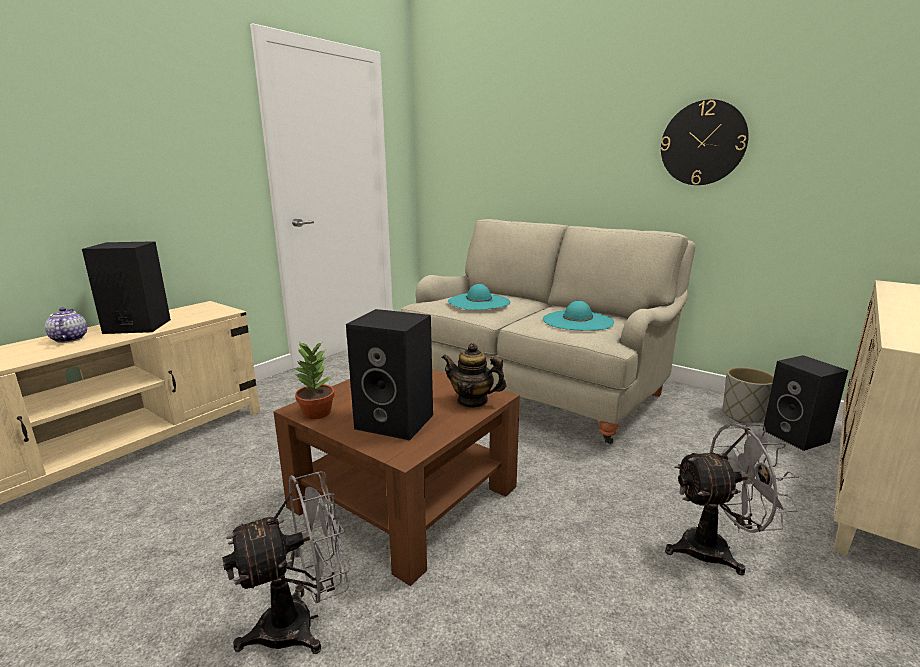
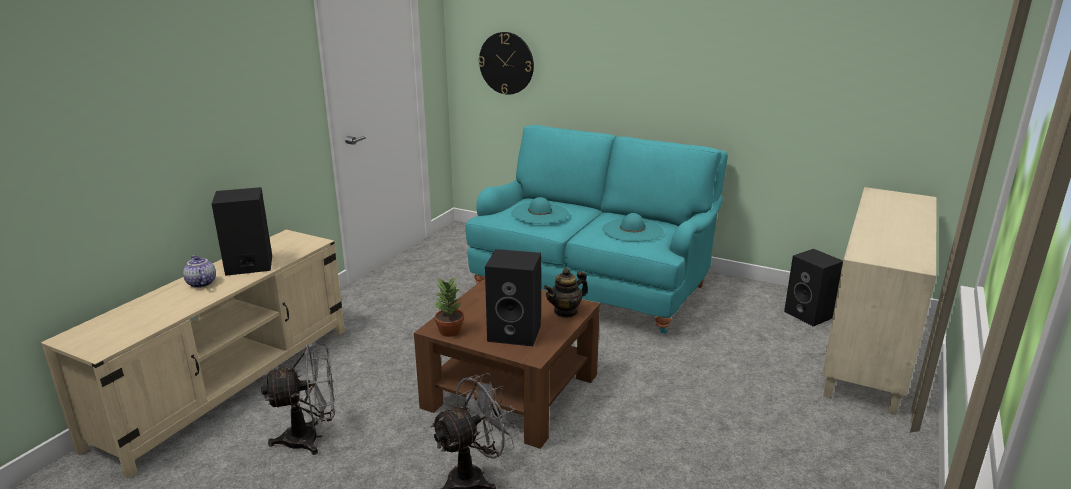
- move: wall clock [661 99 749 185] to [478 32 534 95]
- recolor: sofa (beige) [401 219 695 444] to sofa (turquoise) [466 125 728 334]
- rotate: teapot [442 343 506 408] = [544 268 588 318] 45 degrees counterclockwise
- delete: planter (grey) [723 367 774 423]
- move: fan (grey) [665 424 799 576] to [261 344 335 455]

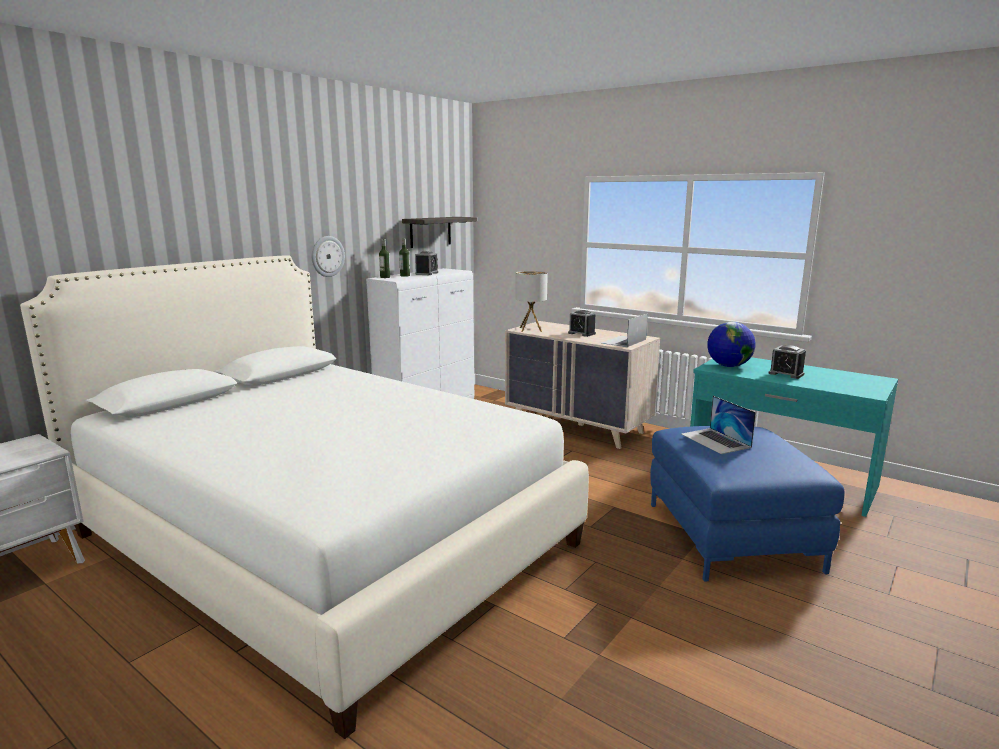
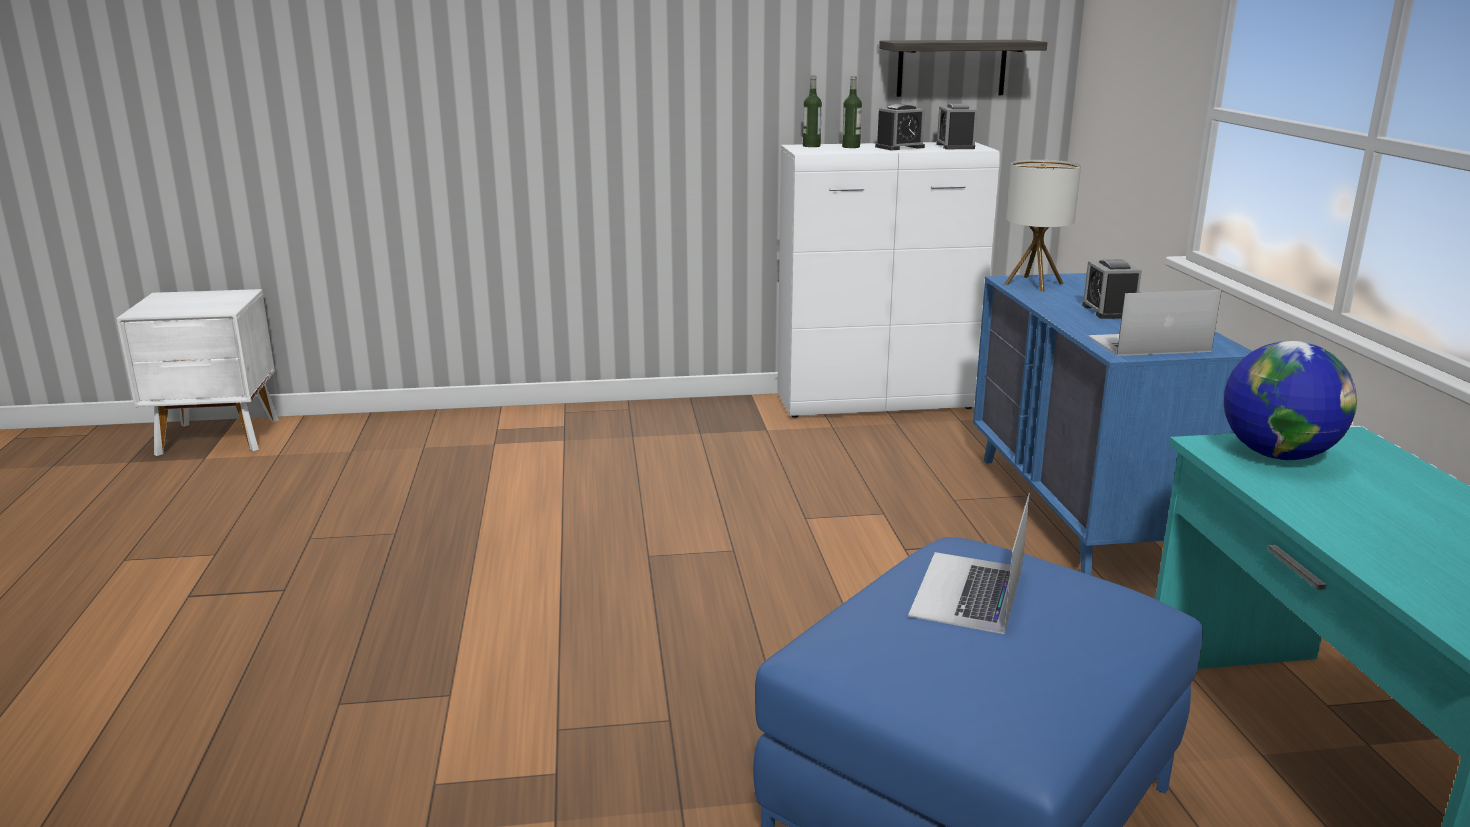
- delete: wall clock [312 236 345 277]
- delete: bed (white) [20 255 589 739]
- recolor: dresser (beige) [505 321 660 449] to dresser (blue) [973 273 1252 576]
- move: alarm clock [769 345 806 379] to [936 104 977 149]

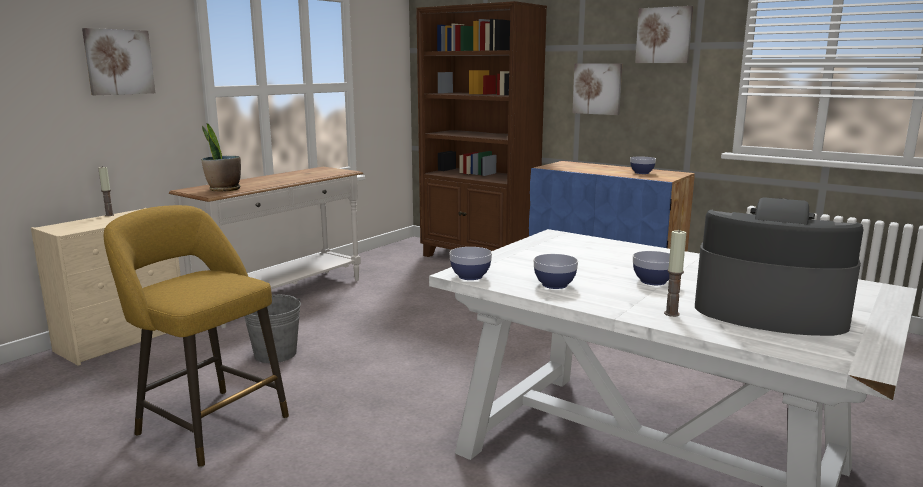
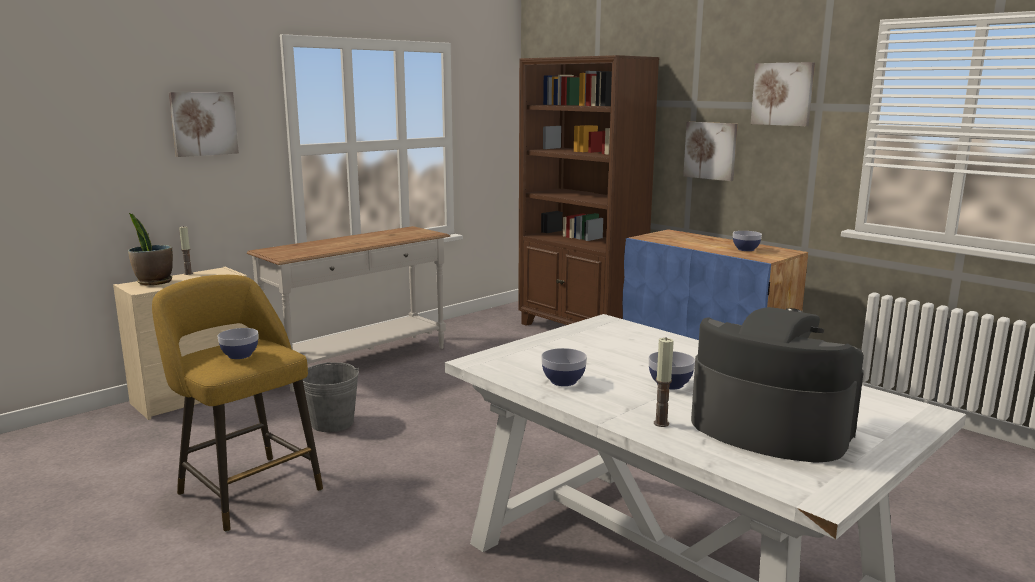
- move: potted plant [201 123 241 192] to [128 213 173 285]
- move: bowl [449 247 492 280] to [217 328 258 359]

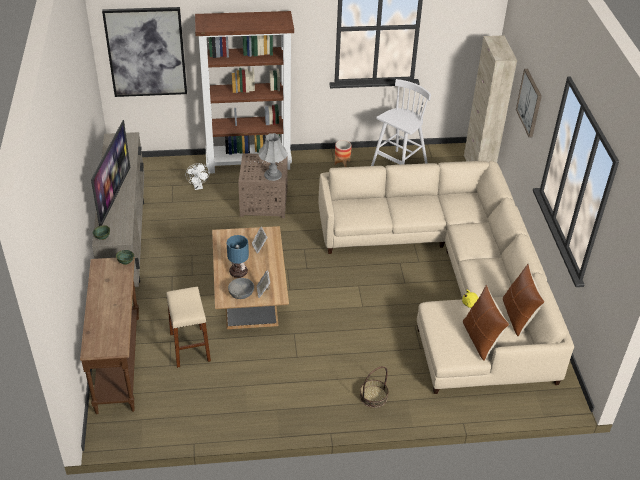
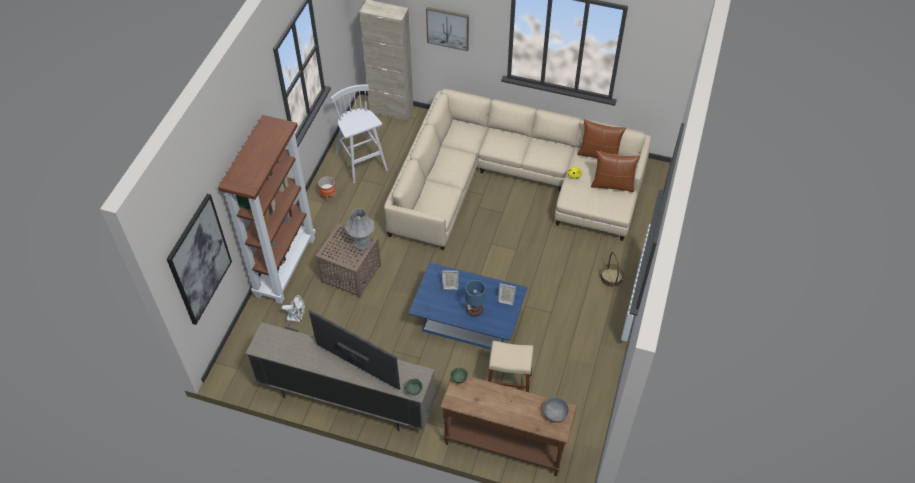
- recolor: coffee table (brown) [212 226 289 329] to coffee table (blue) [409 262 528 350]
- move: bowl (grey) [228 278 254 299] to [543 397 569 423]

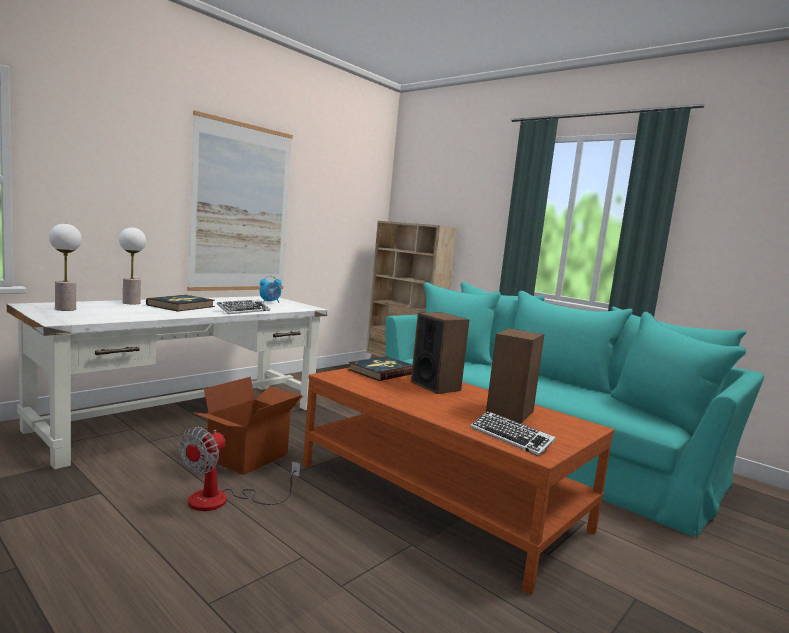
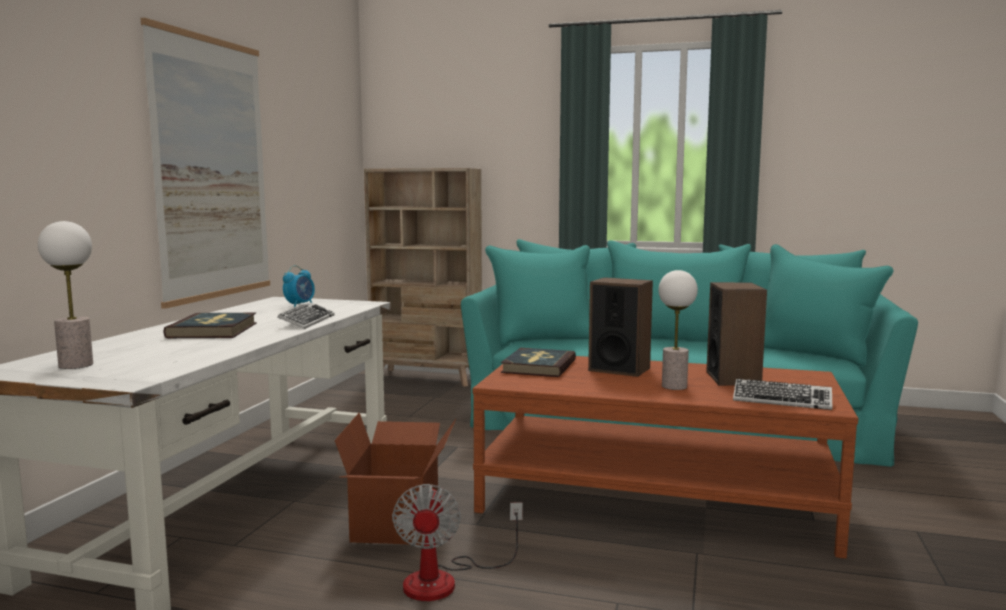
- move: table lamp [119 227 146 304] to [658 270 698 390]

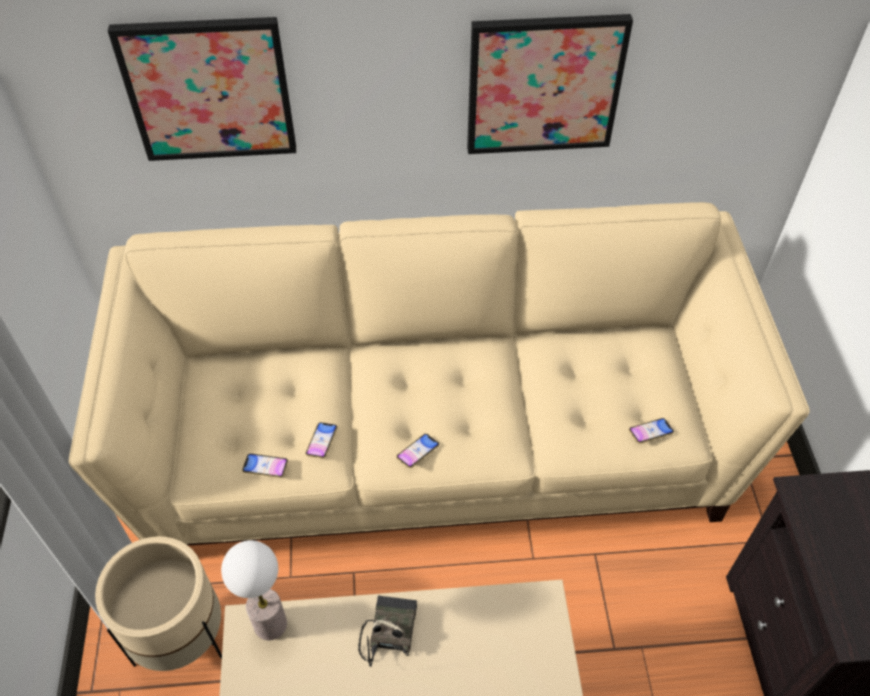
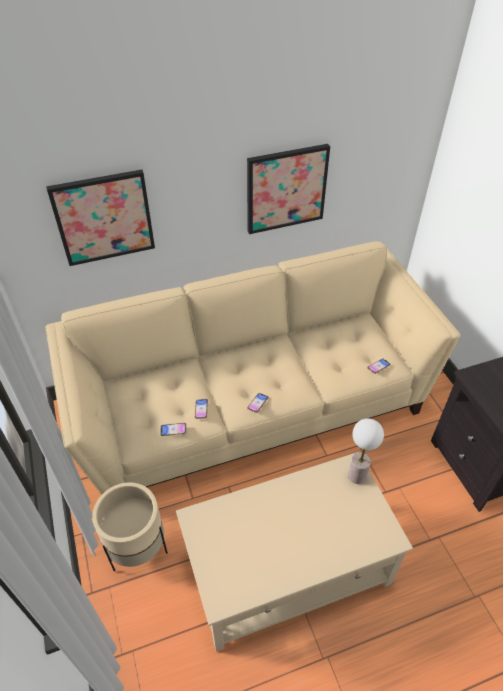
- move: table lamp [221 540 287 640] to [348 418 384 484]
- delete: radio [358 595 417 667]

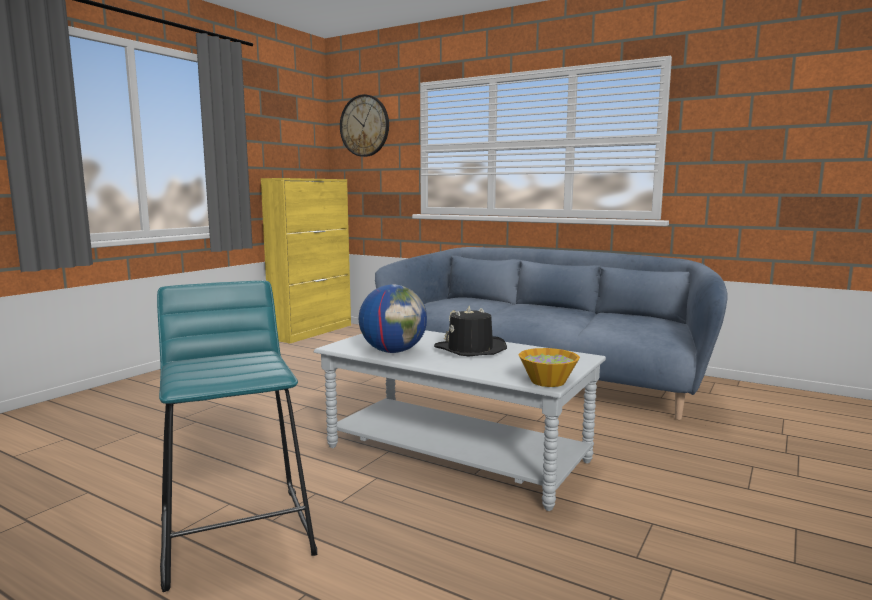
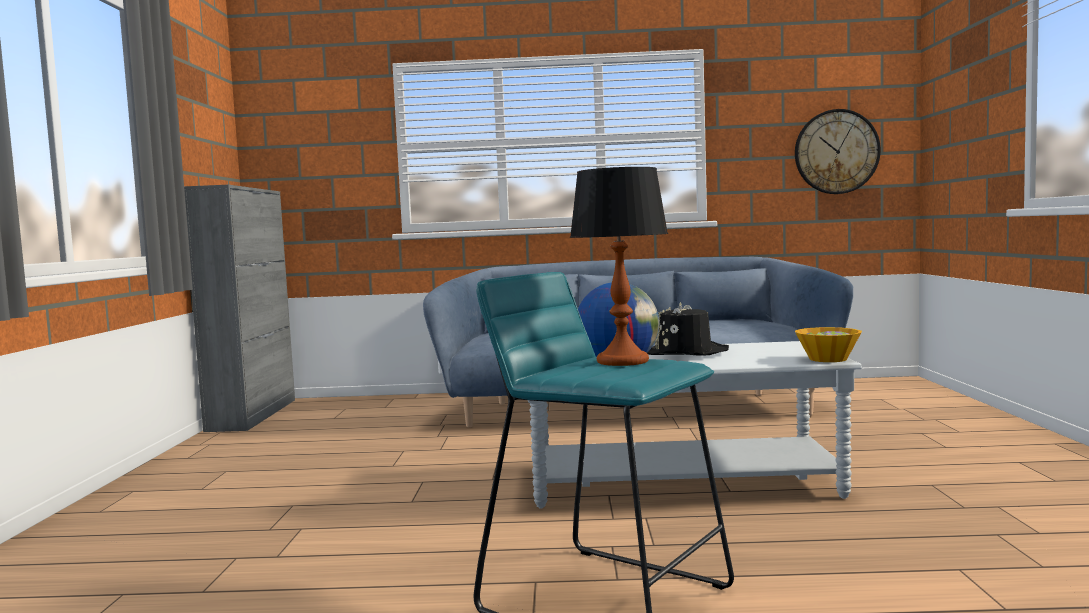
- move: wall clock [340 94 389 157] to [795 109 881 194]
- recolor: cabinet (yellow) [261 178 351 343] to cabinet (grey) [184 185 295 432]
- insert: table lamp [570 167 668 366]

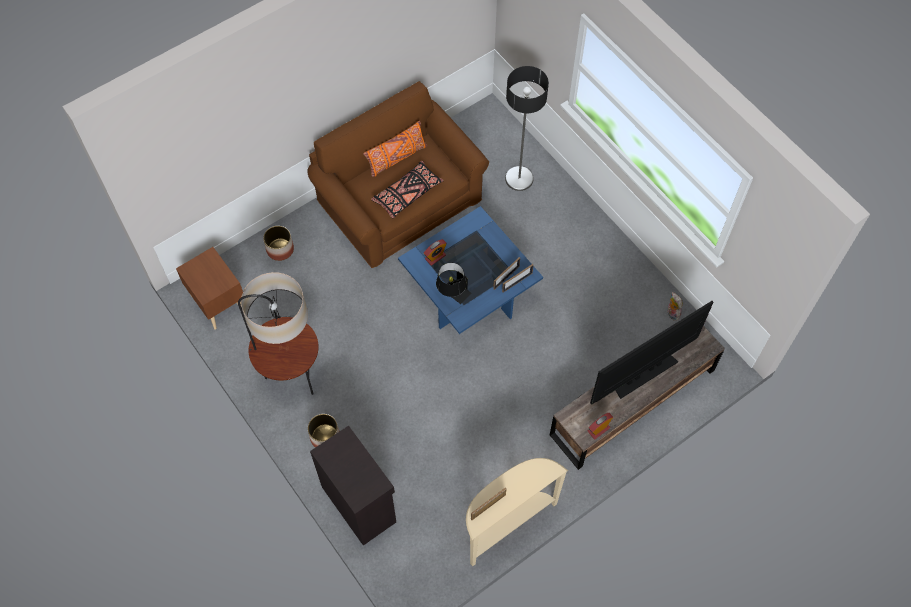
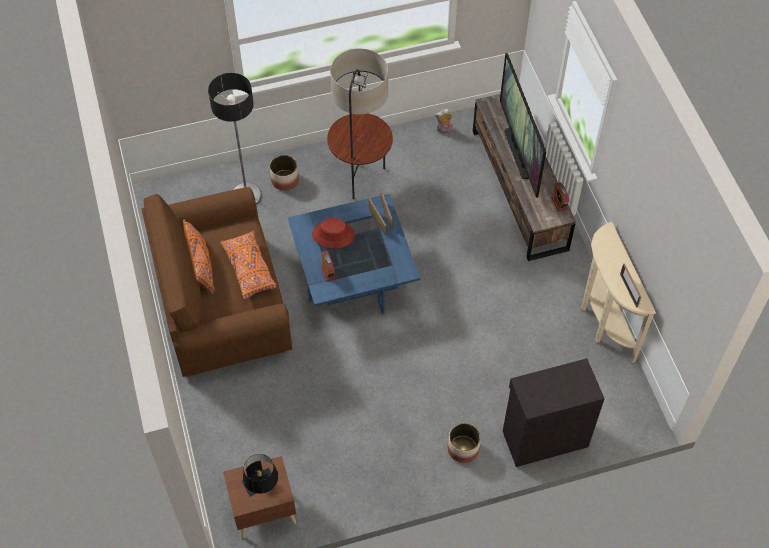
- recolor: pillow (black) [371 161 444 218] to pillow (orange) [220 231 277 299]
- move: planter [263 226 294 261] to [270 155 299 191]
- move: table lamp (black) [436 263 472 304] to [242 454 278 497]
- move: floor lamp [238 272 319 395] to [327 48 393 199]
- insert: hat (red) [312 218 355 249]

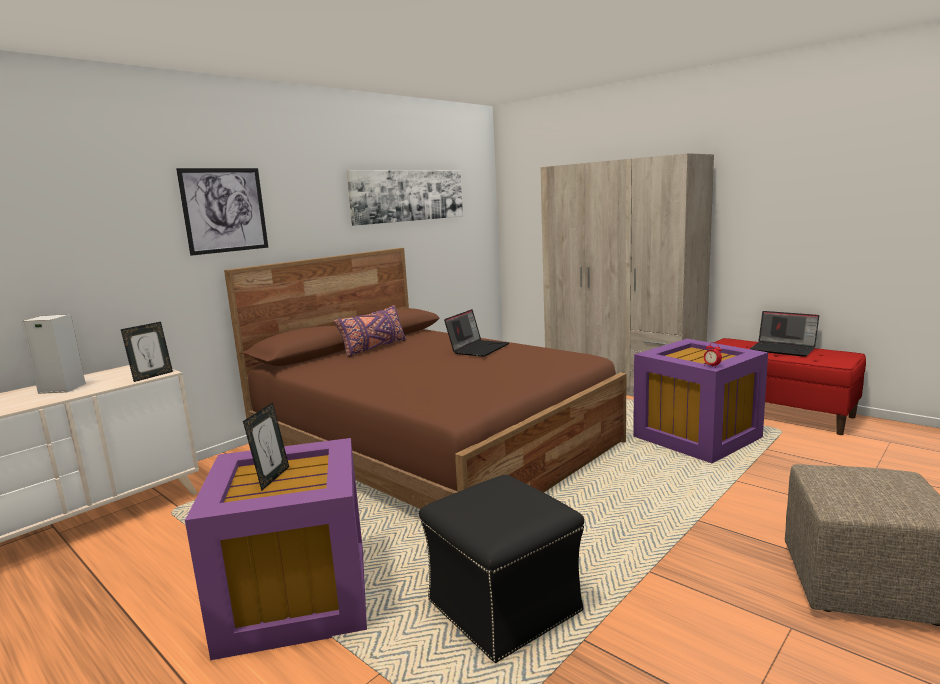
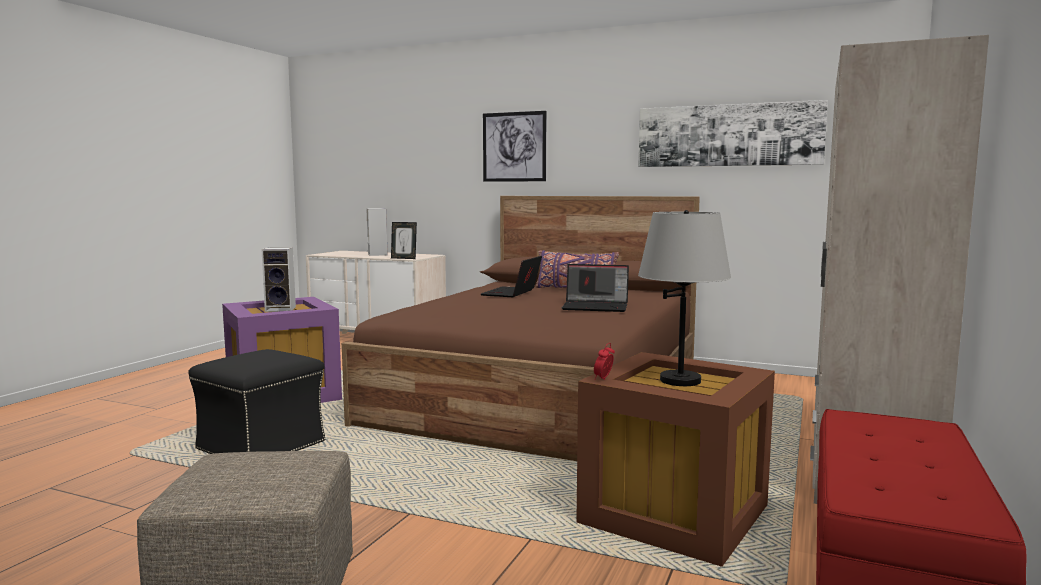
- move: laptop [750 311 819 357] to [481 256 542 297]
- recolor: storage box (purple) [633 339 768 463] to storage box (brown) [576 352 775 567]
- replace: picture frame [243 402 289 491] to speaker [262 247 296 312]
- insert: table lamp (grey) [638 210 731 386]

